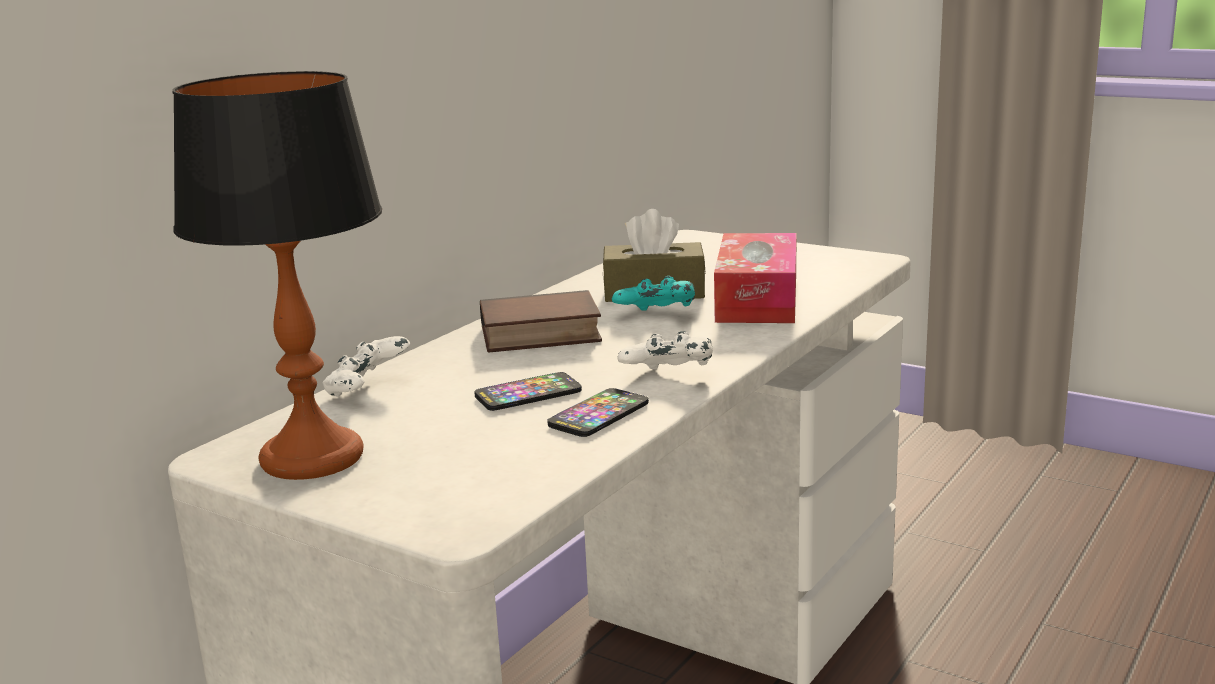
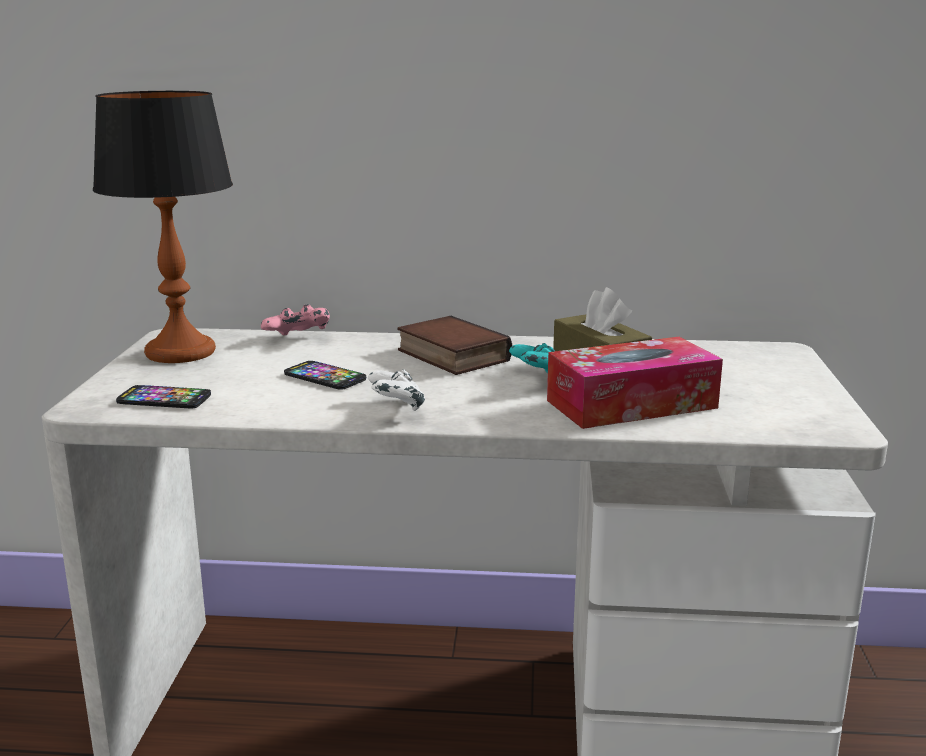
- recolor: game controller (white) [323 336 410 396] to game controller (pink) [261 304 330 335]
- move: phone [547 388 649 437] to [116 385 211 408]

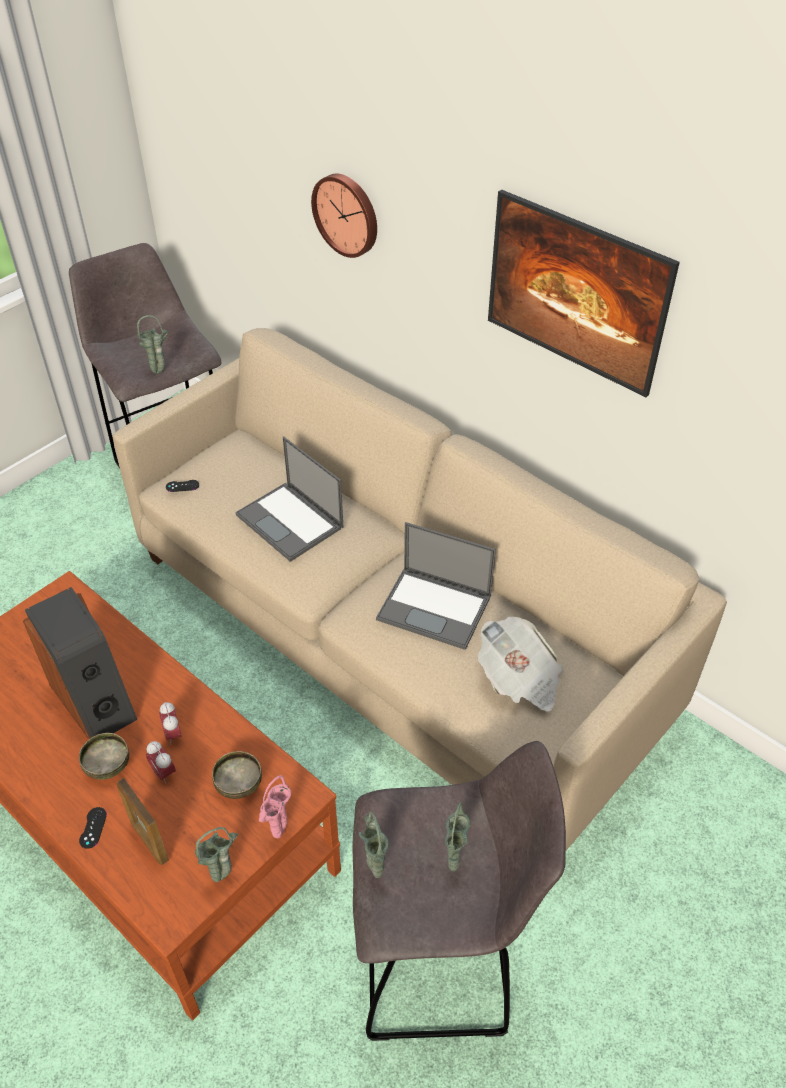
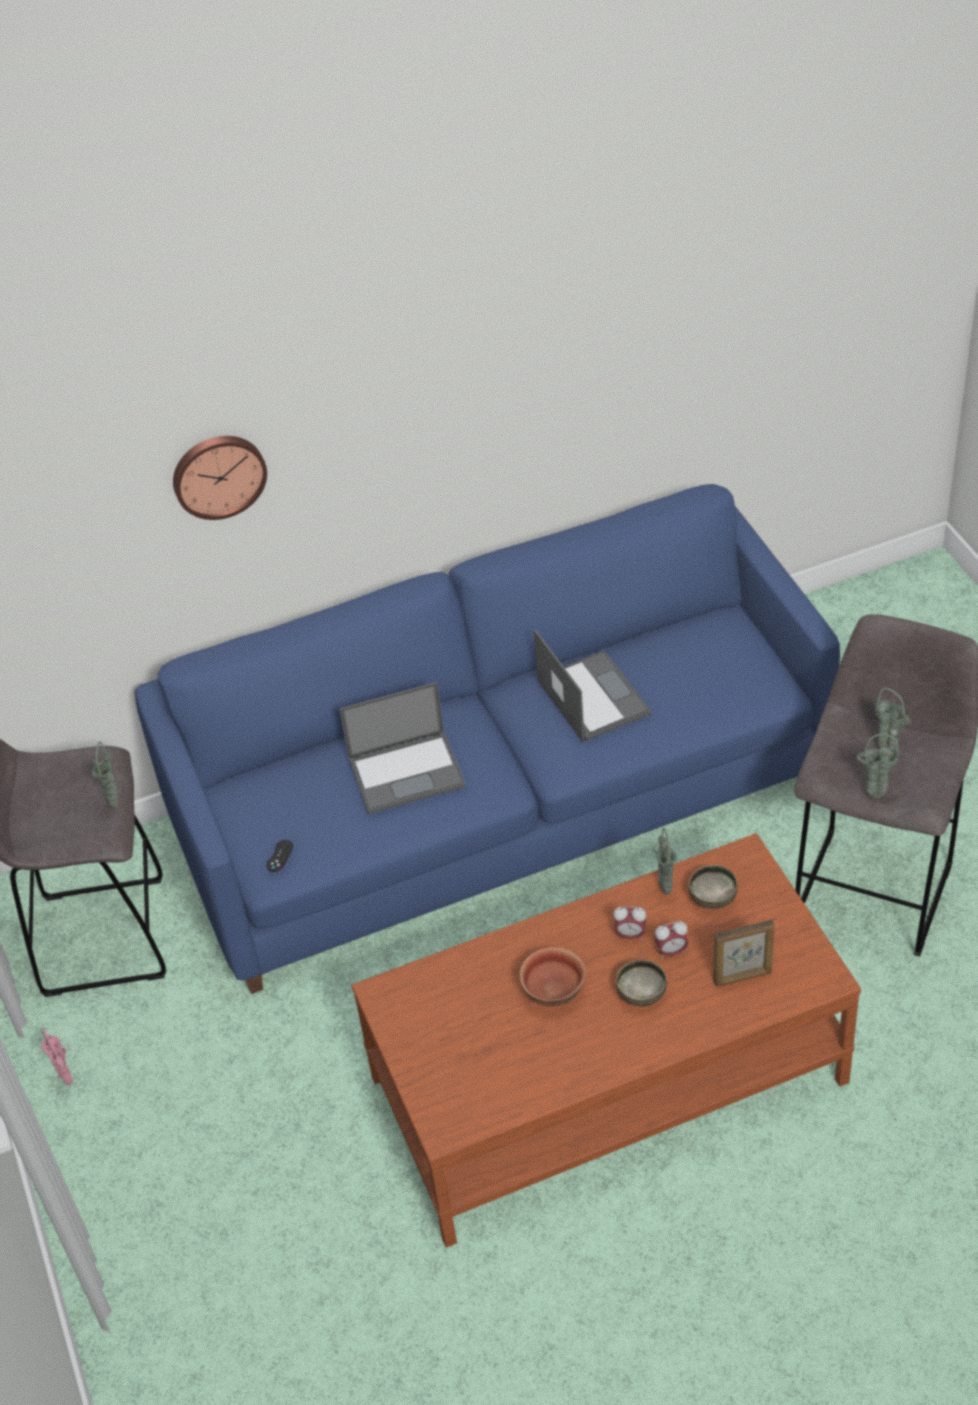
- delete: picture [488 190 680 397]
- recolor: sofa (beige) [113 328 727 850] to sofa (blue) [135 484 840 994]
- rotate: laptop [376 522 496 650] = [534 629 651 742] 75 degrees counterclockwise
- replace: speaker [23 587 137 739] to bowl [520 947 586 1007]
- delete: newspaper [478 617 563 712]
- move: vase (pink) [259 775 291 838] to [41 1027 73 1085]
- delete: game controller (black) [79 807 107 849]
- move: vase (green) [195 827 238 882] to [652 828 677 895]

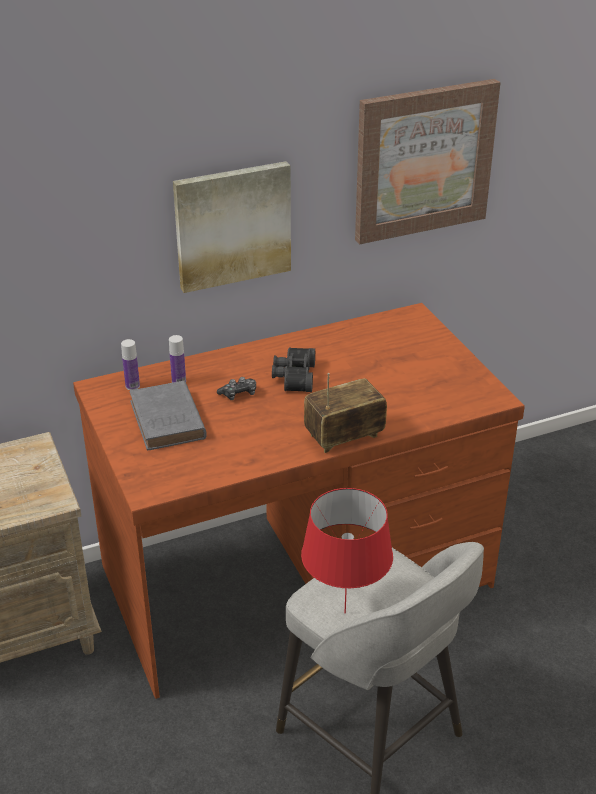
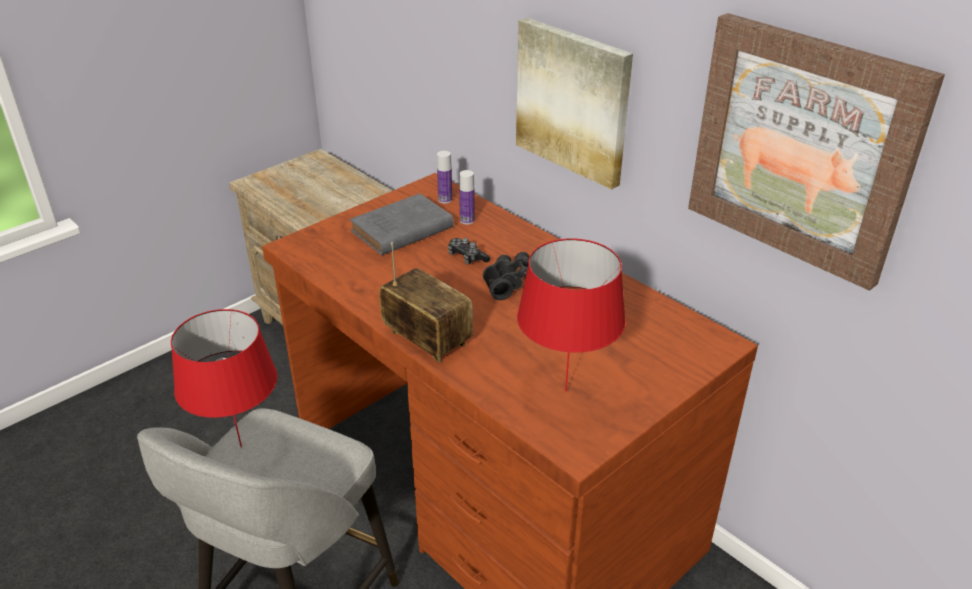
- insert: table lamp (red) [517 238 626 392]

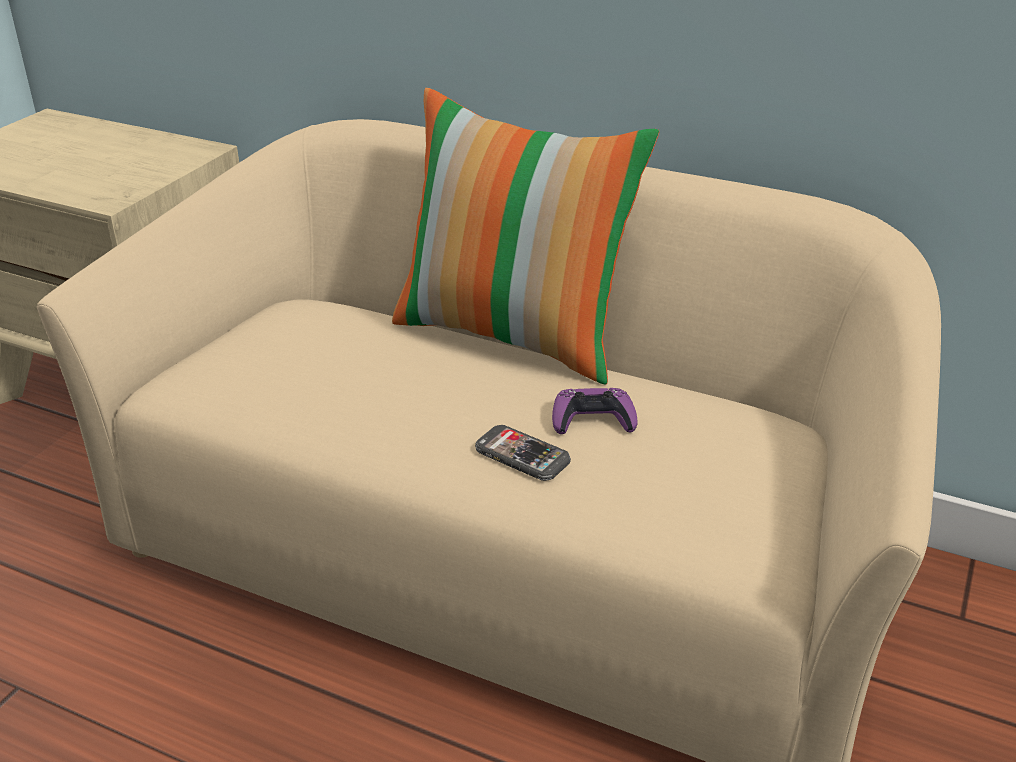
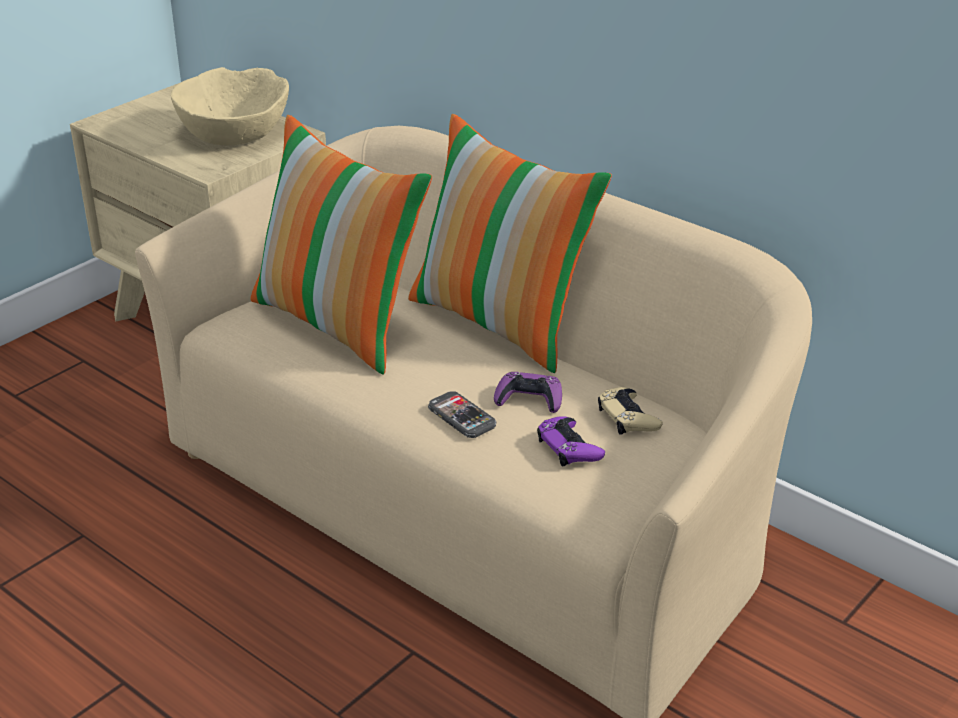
- insert: bowl (beige) [171 67 289 146]
- insert: pillow [250 115 432 374]
- insert: game controller (beige) [598 387 663 435]
- insert: game controller (purple) [537 416 605 466]

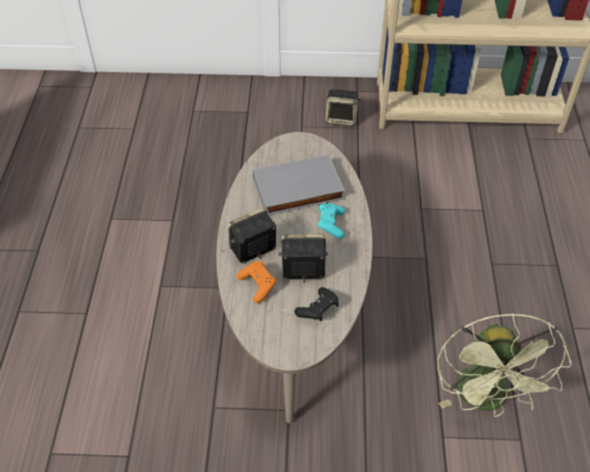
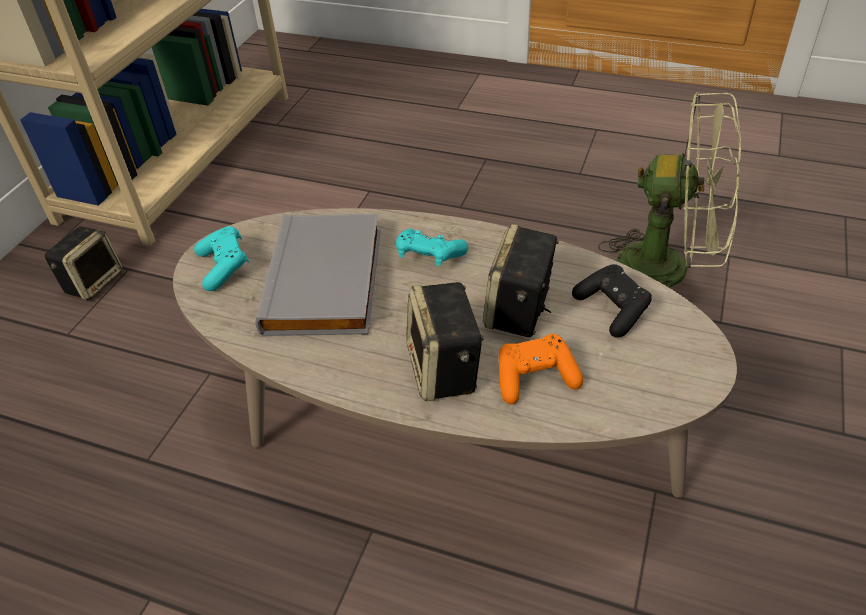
- insert: game controller (turquoise) [194 226 249 291]

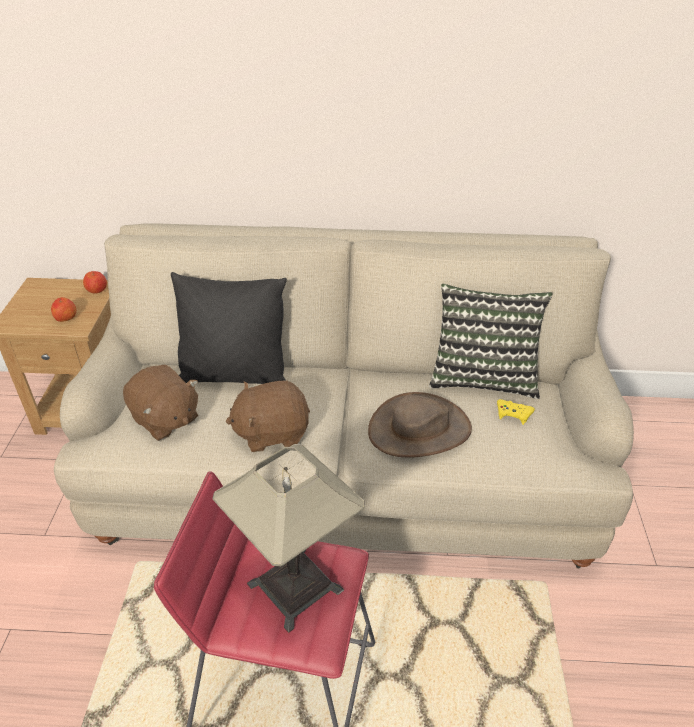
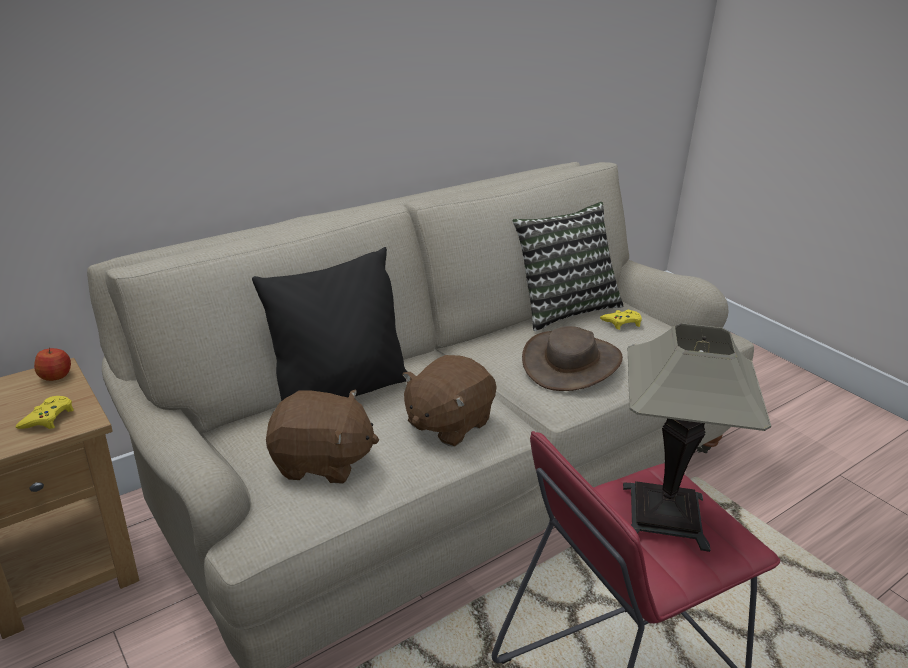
- replace: apple [51 297 76 322] to game controller (yellow) [16 396 74 429]

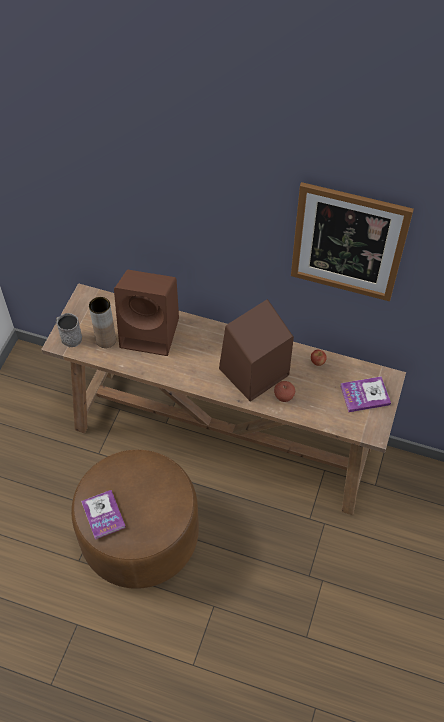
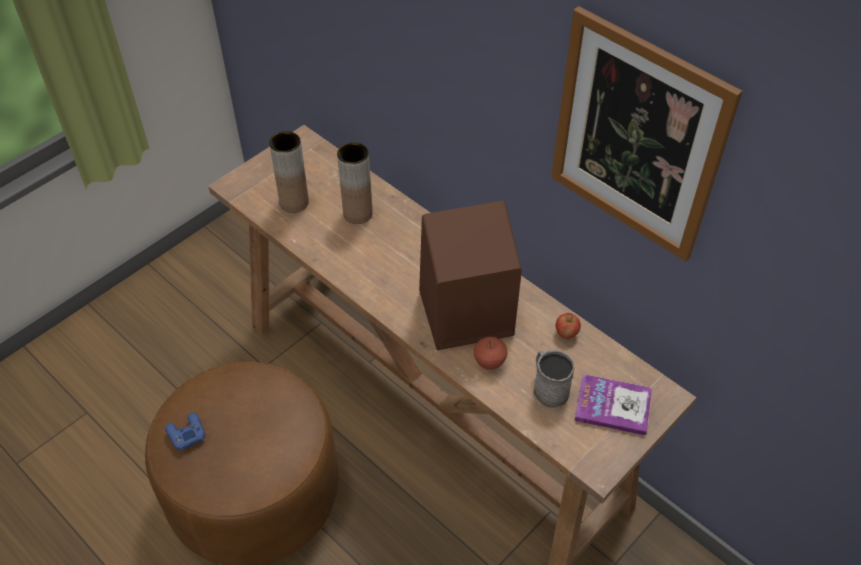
- replace: speaker (brown) [114 270 179 356] to vase (brown) [337 142 373 224]
- move: mug (grey) [56 313 82 347] to [533 350 575 408]
- replace: book [81 490 126 540] to game controller (blue) [165 413 205 451]

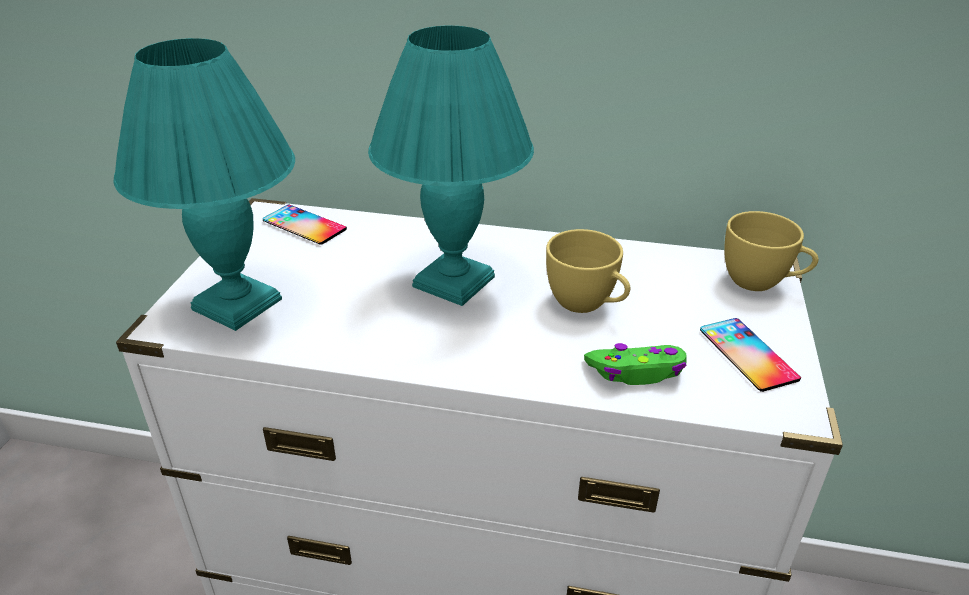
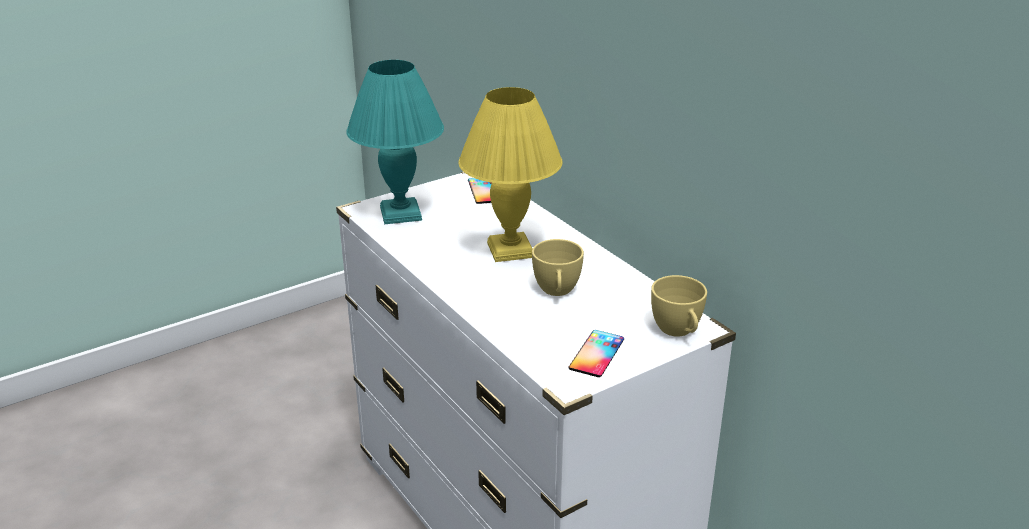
- recolor: table lamp (turquoise) [368 26 534 306] to table lamp (yellow) [459 87 563 262]
- delete: game controller (green) [584 343 687 385]

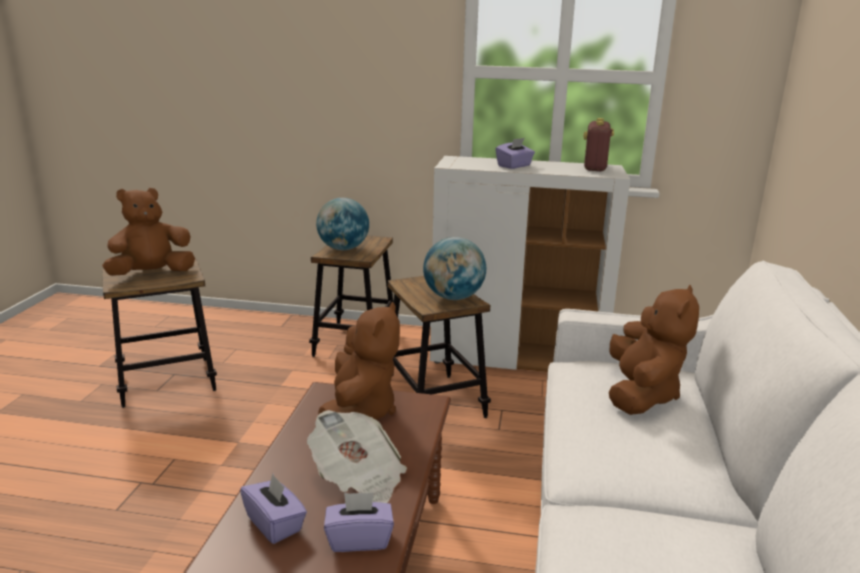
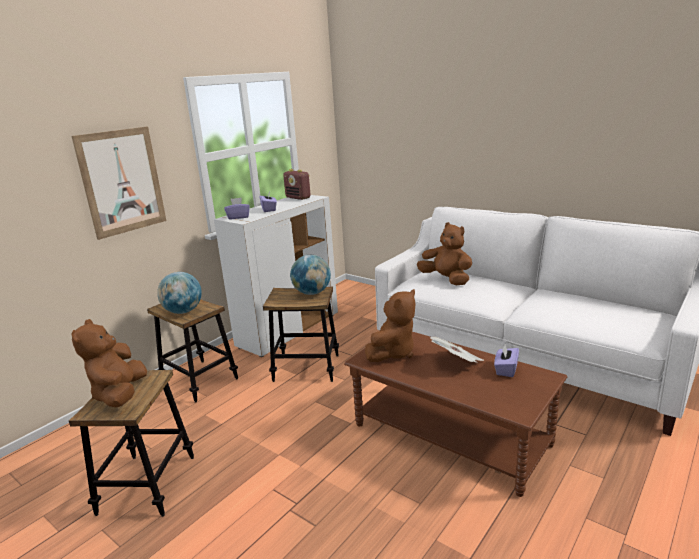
- rotate: plush toy (brown) [318 302 400 420] = [365 289 416 362] 90 degrees clockwise
- move: tissue box (purple) [240 473 307 544] to [224 198 250 220]
- insert: picture [72 127 166 240]

